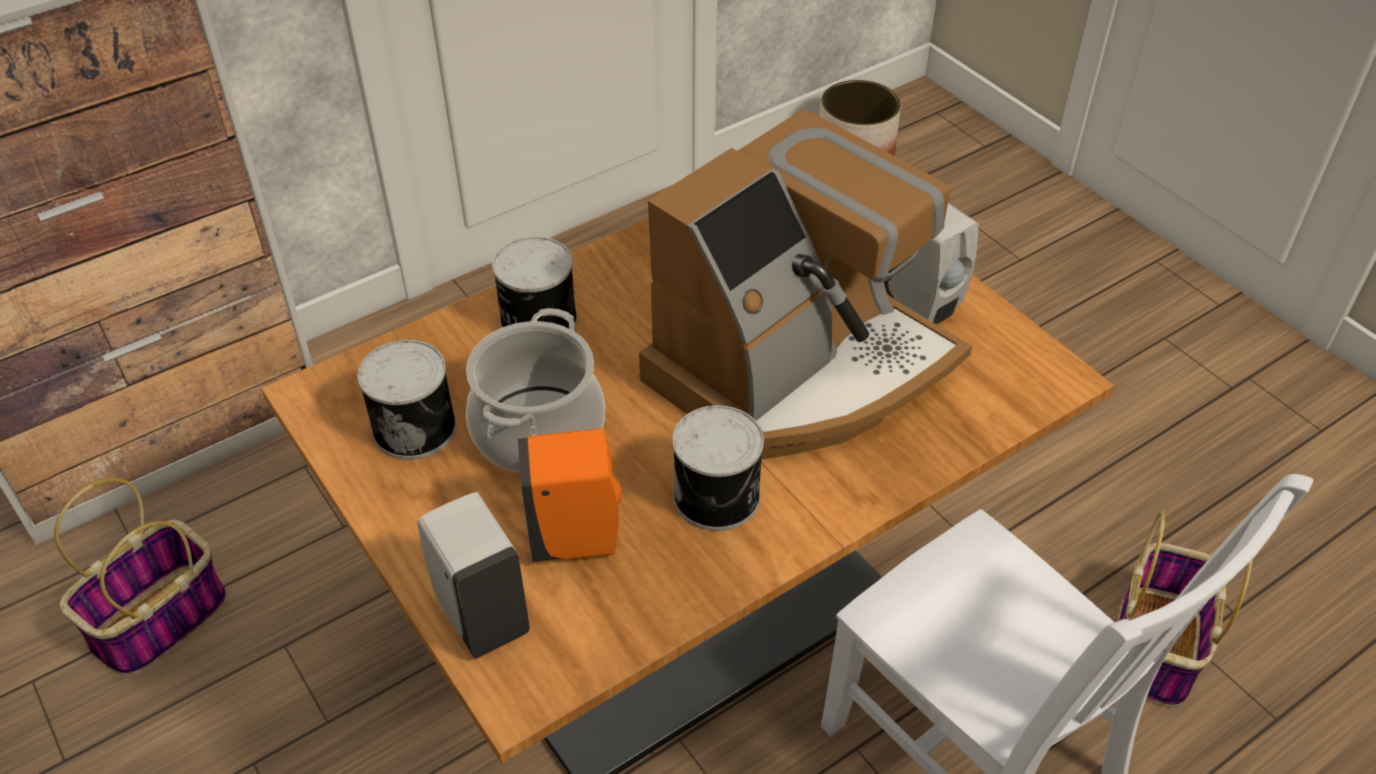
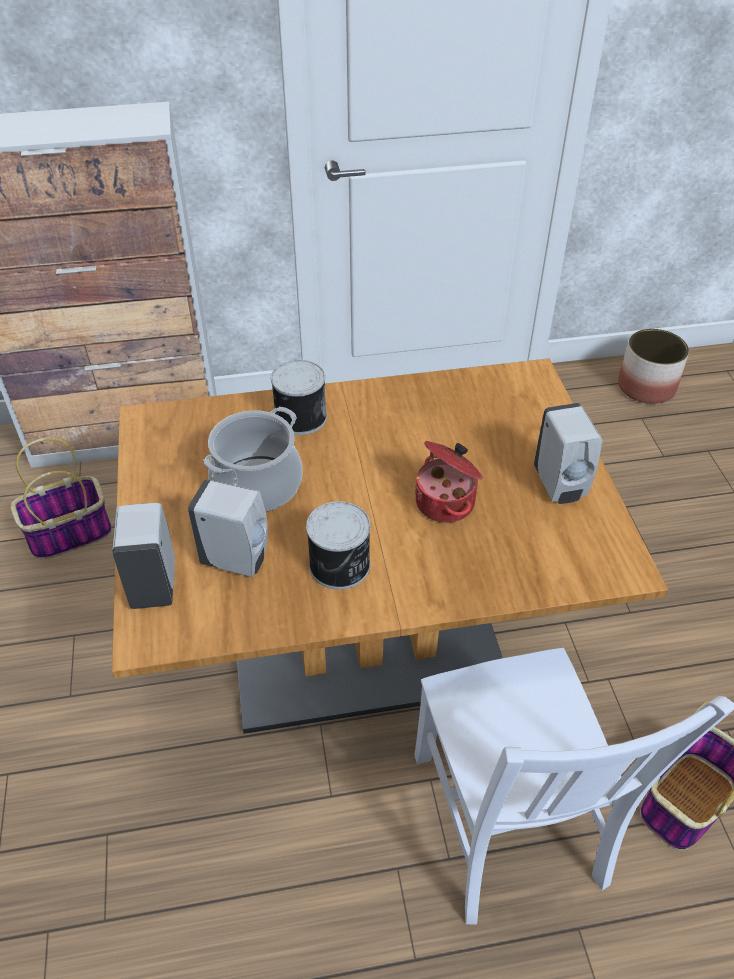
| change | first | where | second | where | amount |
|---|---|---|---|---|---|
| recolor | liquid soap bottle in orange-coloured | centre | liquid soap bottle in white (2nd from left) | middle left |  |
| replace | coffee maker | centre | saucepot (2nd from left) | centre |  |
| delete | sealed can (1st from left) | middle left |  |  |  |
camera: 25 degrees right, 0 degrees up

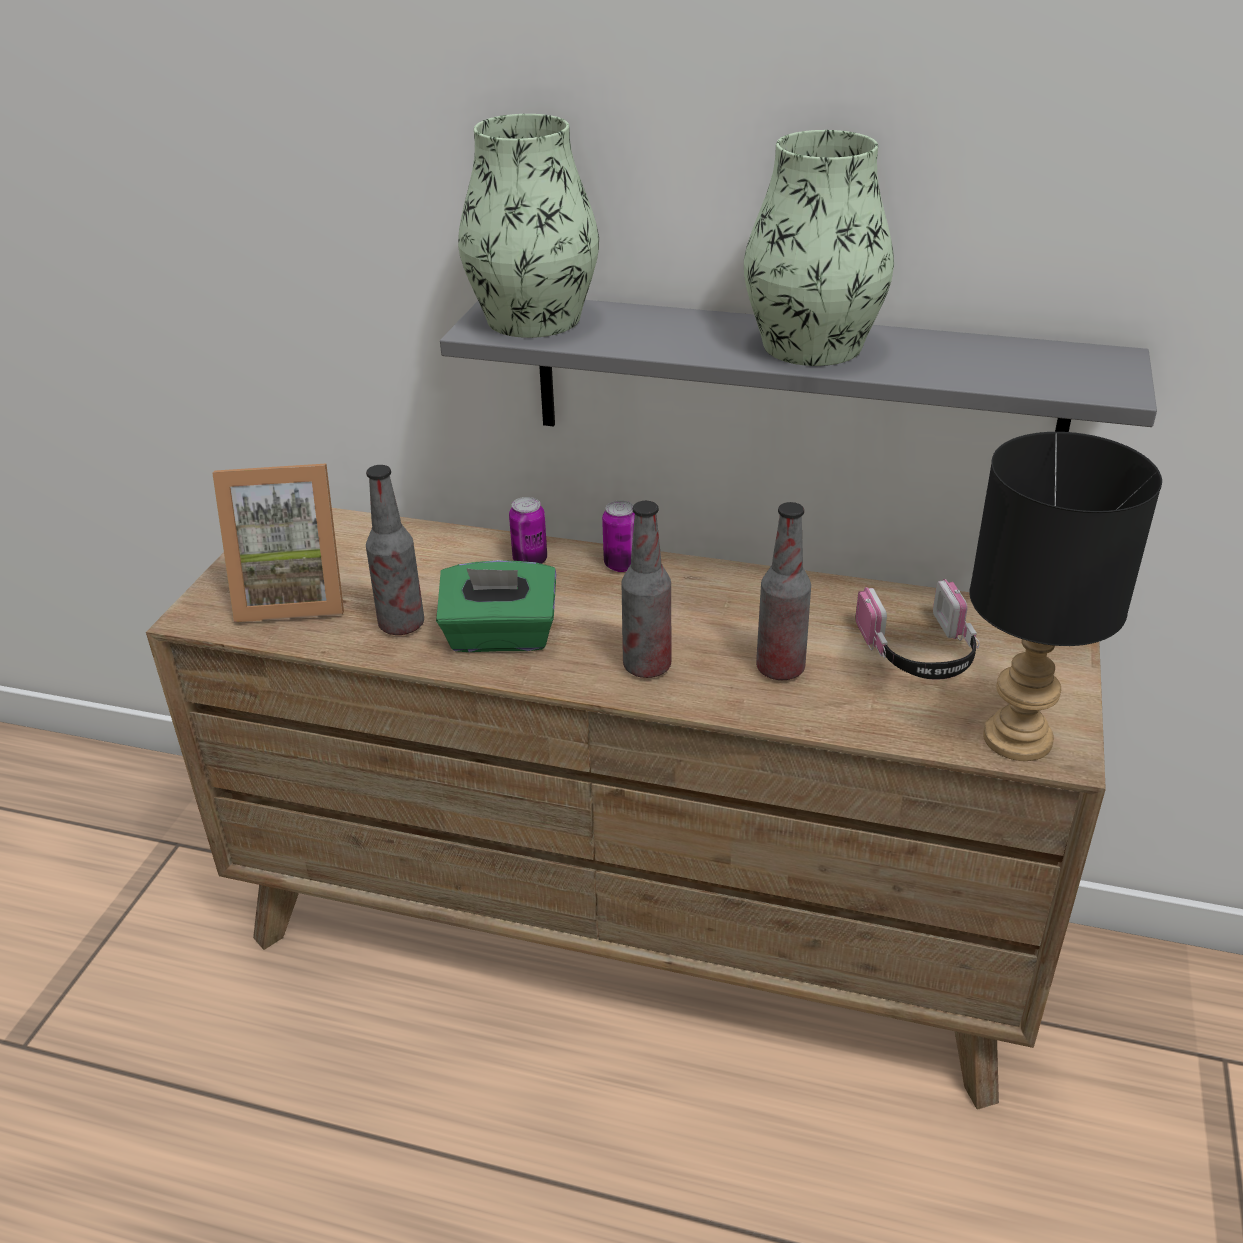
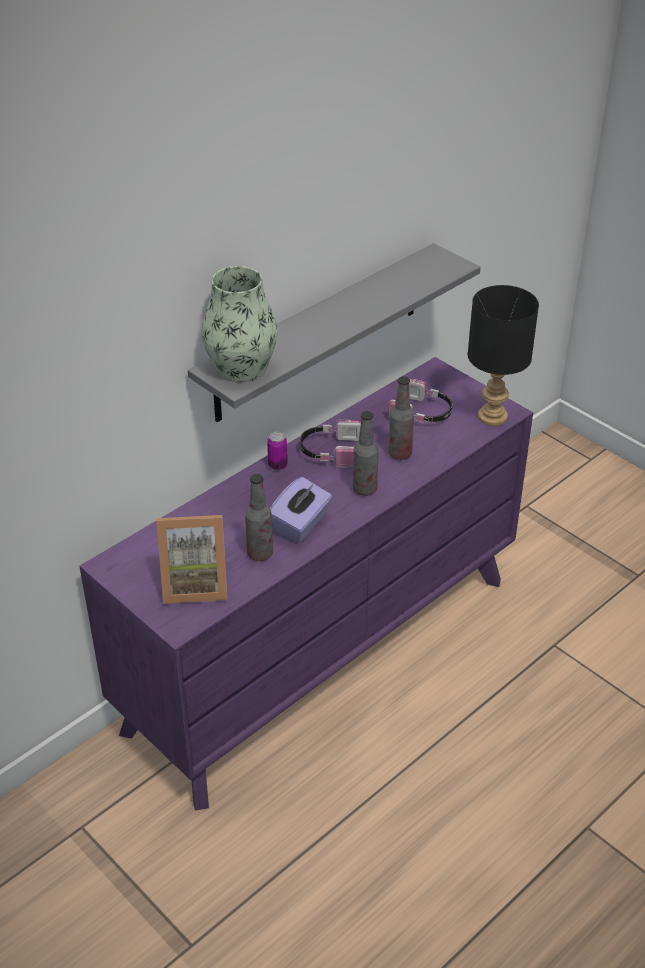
| change | first | where | second | where | amount |
|---|---|---|---|---|---|
| recolor | drawer chest in brownish | centre | drawer chest in purple | centre |  |
| rotate | picture frame | middle left |  | middle left | 60 degrees clockwise |
| recolor | tissue holder in green-coloured | centre | tissue holder in purple | centre |  |
| insert |  |  | headphones (1st from left) | centre |  |
| delete | sealed can (1st from left) | centre |  |  |  |
| delete | flower vase (2nd from left) | top centre |  |  |  |
camera: 60 degrees left, 5 degrees up

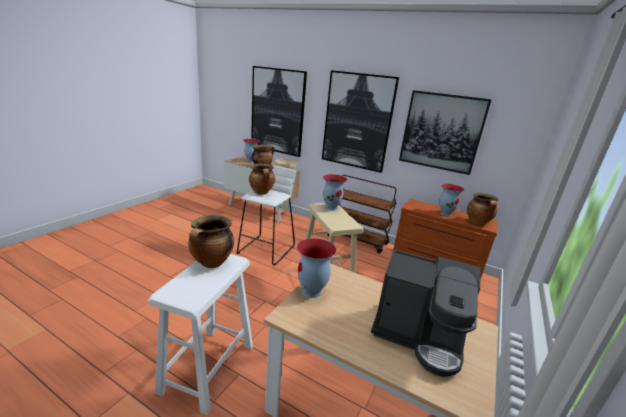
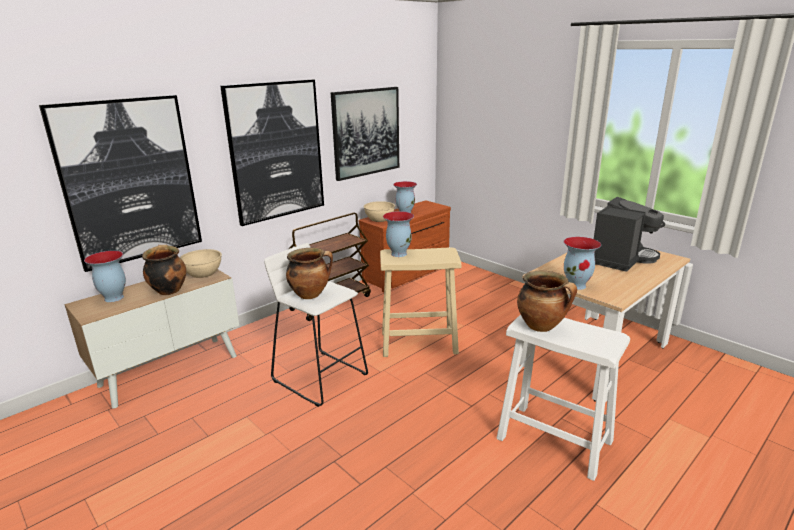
| change | first | where | second | where | amount |
|---|---|---|---|---|---|
| insert |  |  | deep dish in beige (2nd from left) | centre |  |
| delete | saucepot (4th from left) | middle right |  |  |  |
camera: 70 degrees left, 0 degrees up

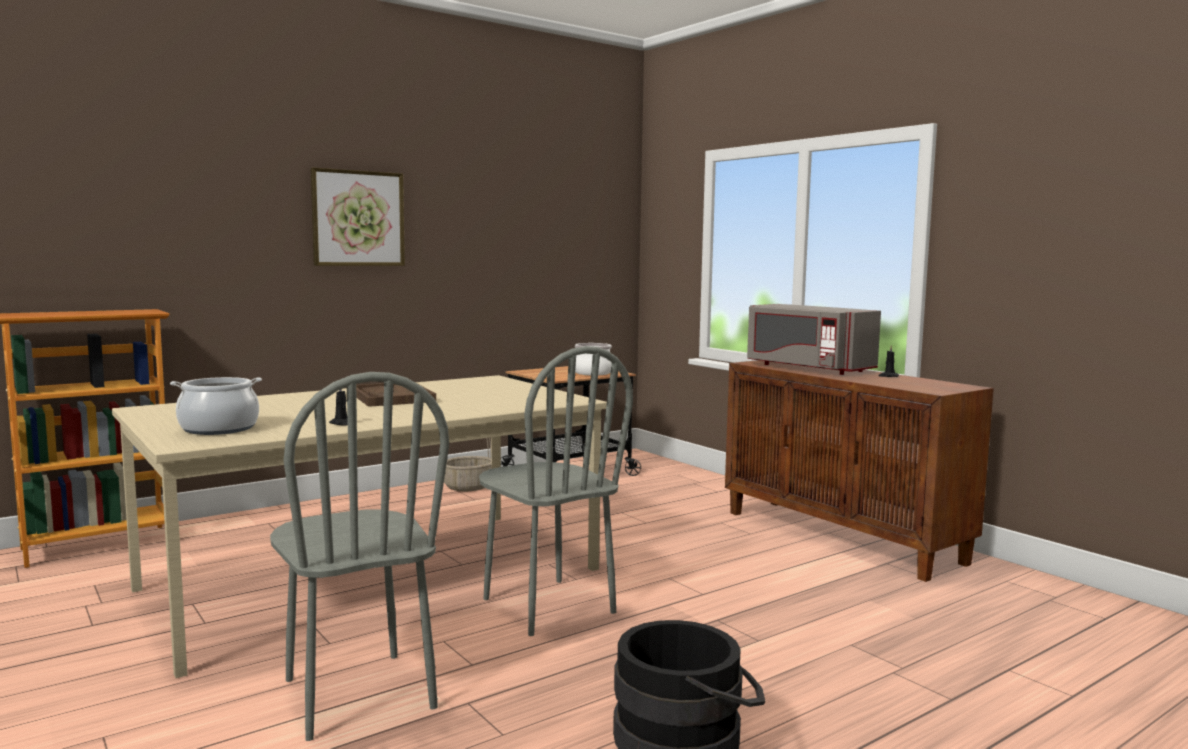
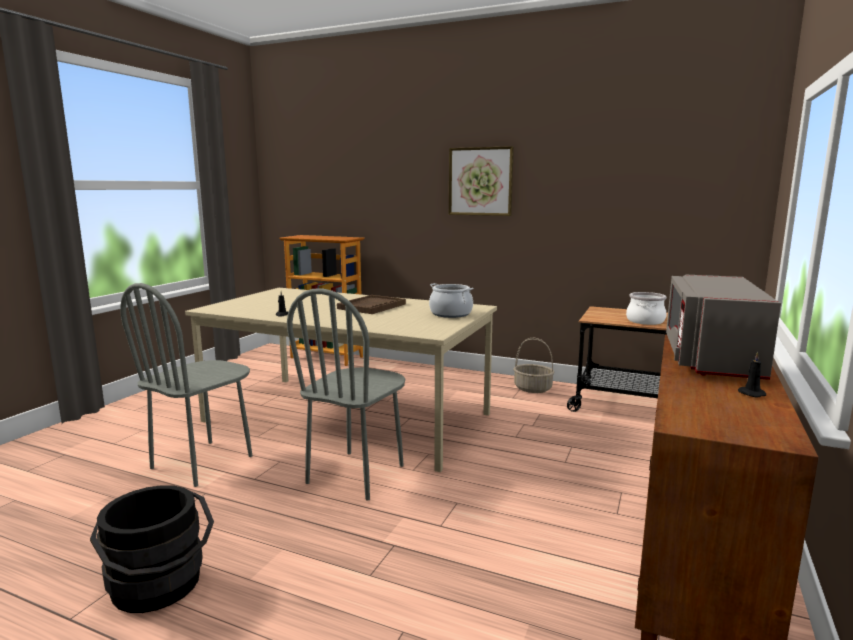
| change | first | where | second | where | amount |
|---|---|---|---|---|---|
| move | saucepot (1st from left) | middle left |  | centre |  |
camera: 60 degrees right, 5 degrees up

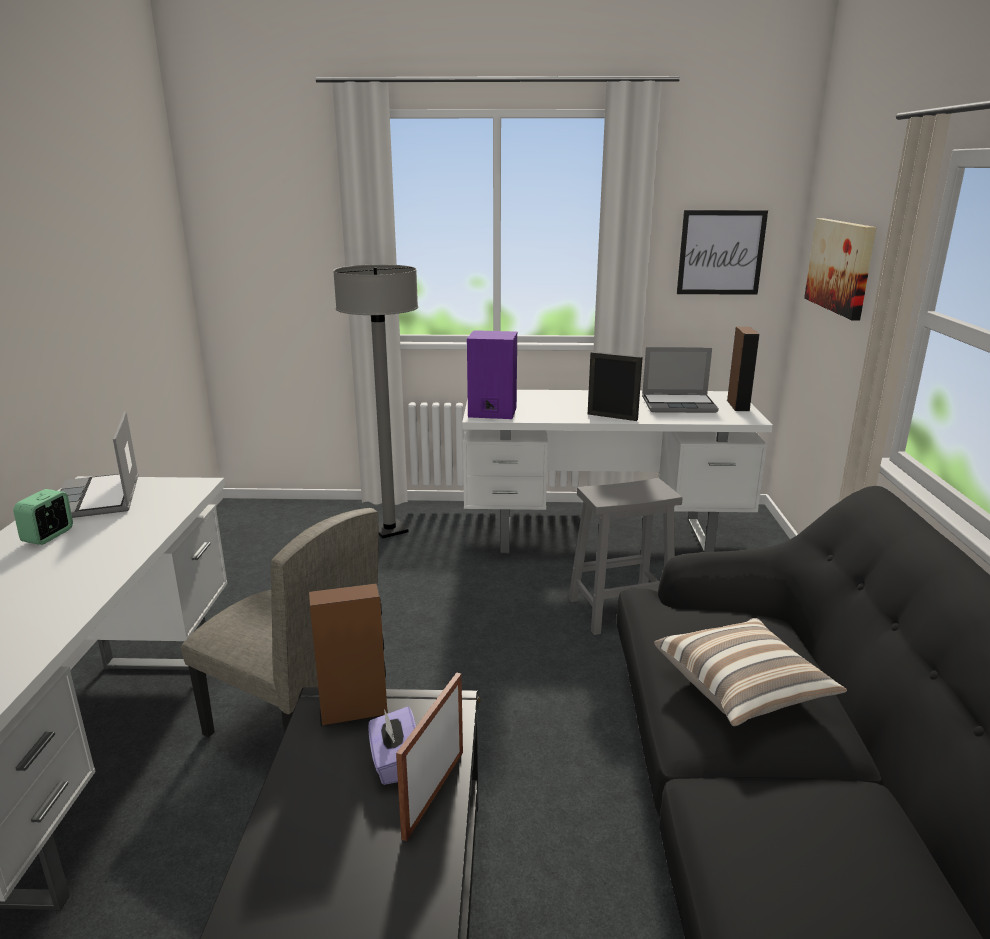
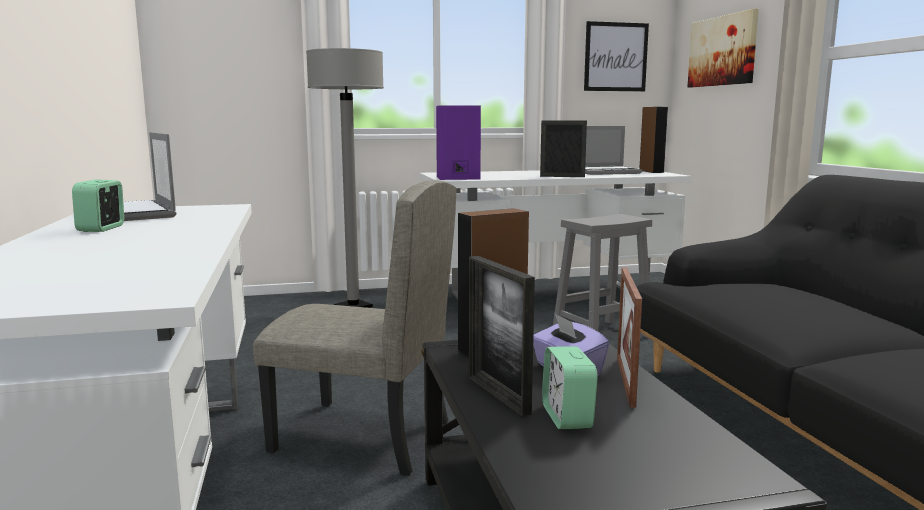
| change | first | where | second | where | amount |
|---|---|---|---|---|---|
| insert |  |  | picture frame (1st from left) | centre |  |
| insert |  |  | bedside clock (2nd from left) | bottom centre |  |
| delete | throw pillow | bottom right |  |  |  |
camera: 15 degrees left, 10 degrees down

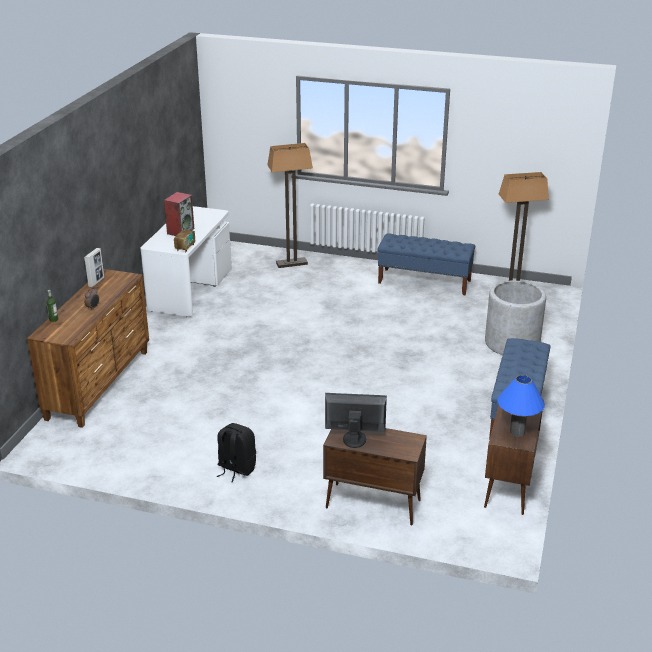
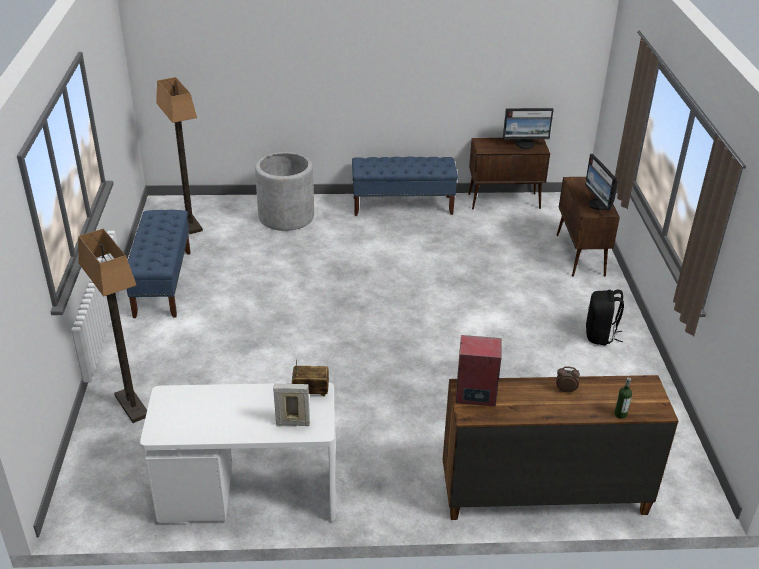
| change | first | where | second | where | amount |
|---|---|---|---|---|---|
| move | picture frame | middle left |  | bottom centre |  |
| move | audio speaker | top left |  | centre |  |
| replace | tabletop lamp in blue-coloured | middle right | monitor (1st from left) | top right |  |
camera: 110 degrees left, 5 degrees up

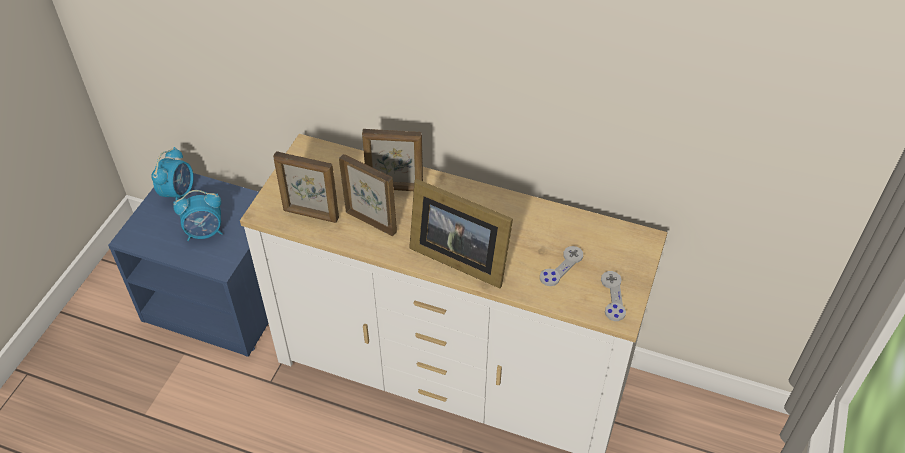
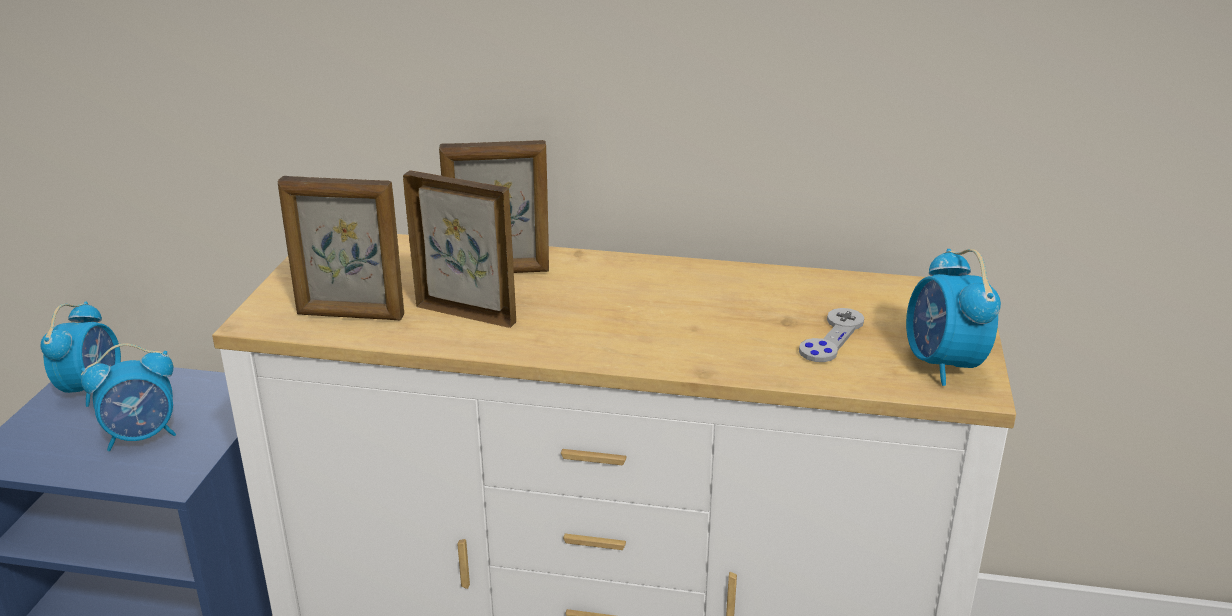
| change | first | where | second | where | amount |
|---|---|---|---|---|---|
| replace | gamepad in grey (2nd from left) | middle right | bedside clock (3rd from left) | middle right |  |
| delete | picture frame (4th from left) | centre |  |  |  |
camera: 10 degrees left, 20 degrees down

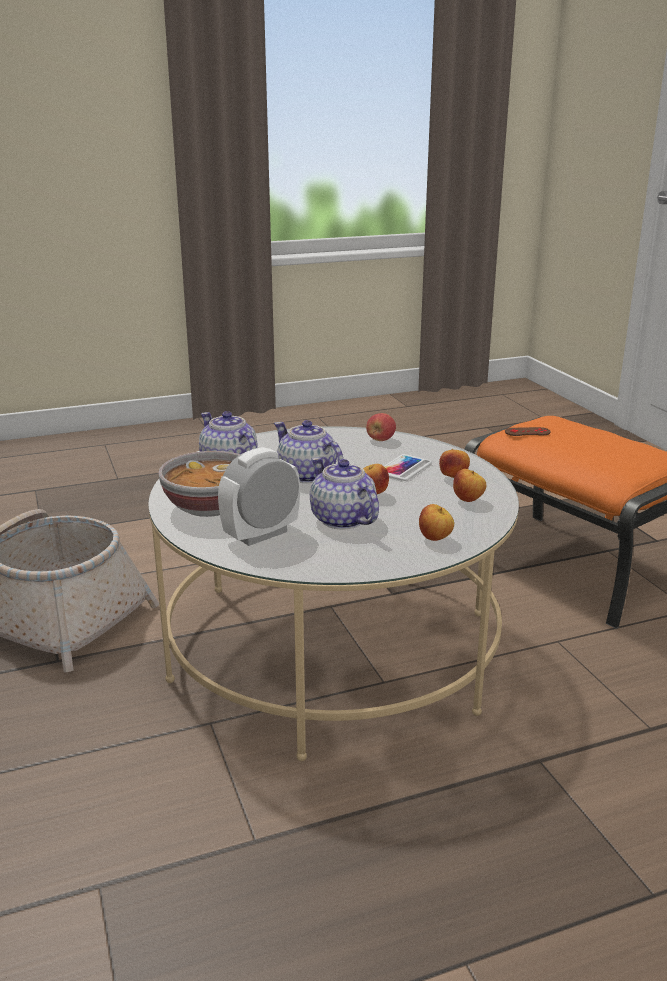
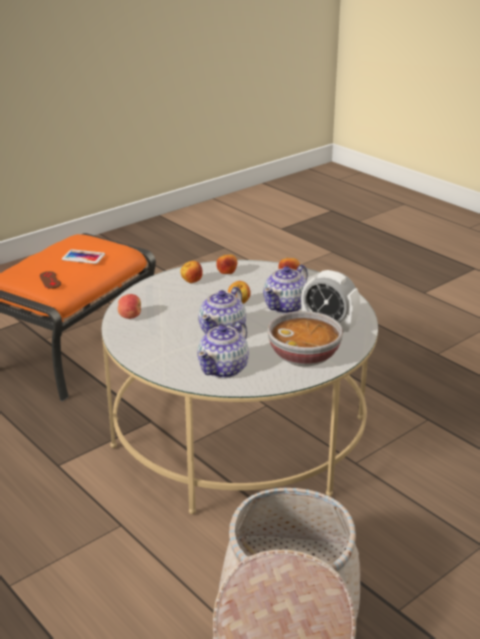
| change | first | where | second | where | amount |
|---|---|---|---|---|---|
| move | telephone | centre |  | middle left |  |
camera: 110 degrees left, 5 degrees up

